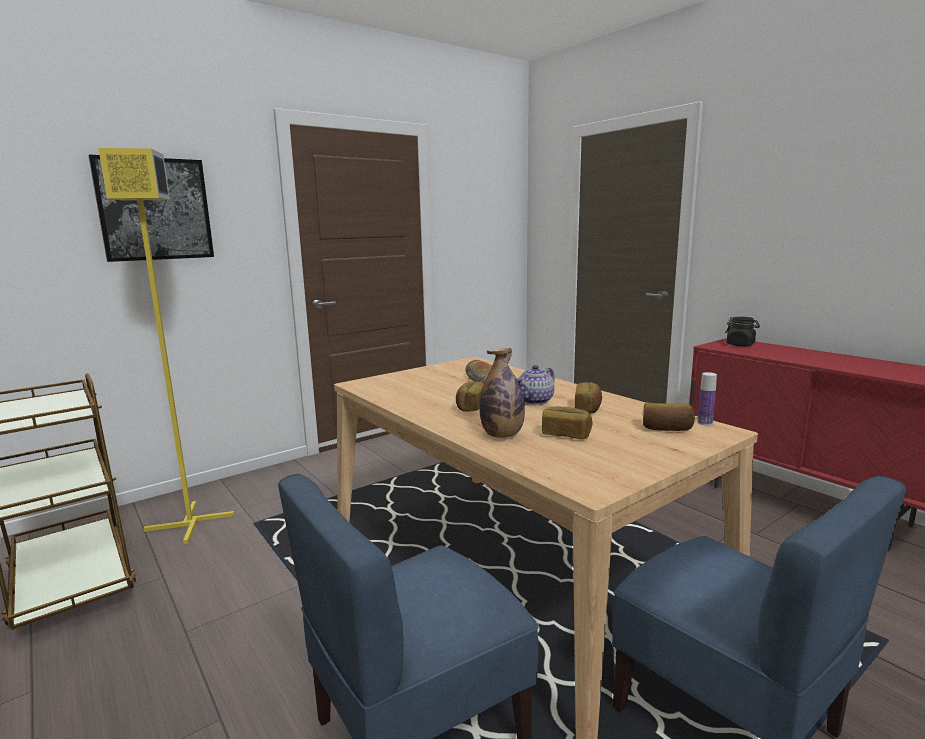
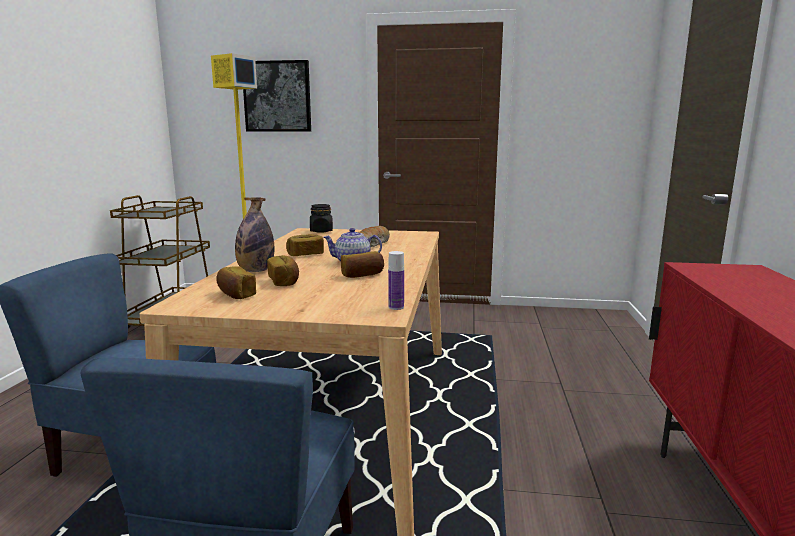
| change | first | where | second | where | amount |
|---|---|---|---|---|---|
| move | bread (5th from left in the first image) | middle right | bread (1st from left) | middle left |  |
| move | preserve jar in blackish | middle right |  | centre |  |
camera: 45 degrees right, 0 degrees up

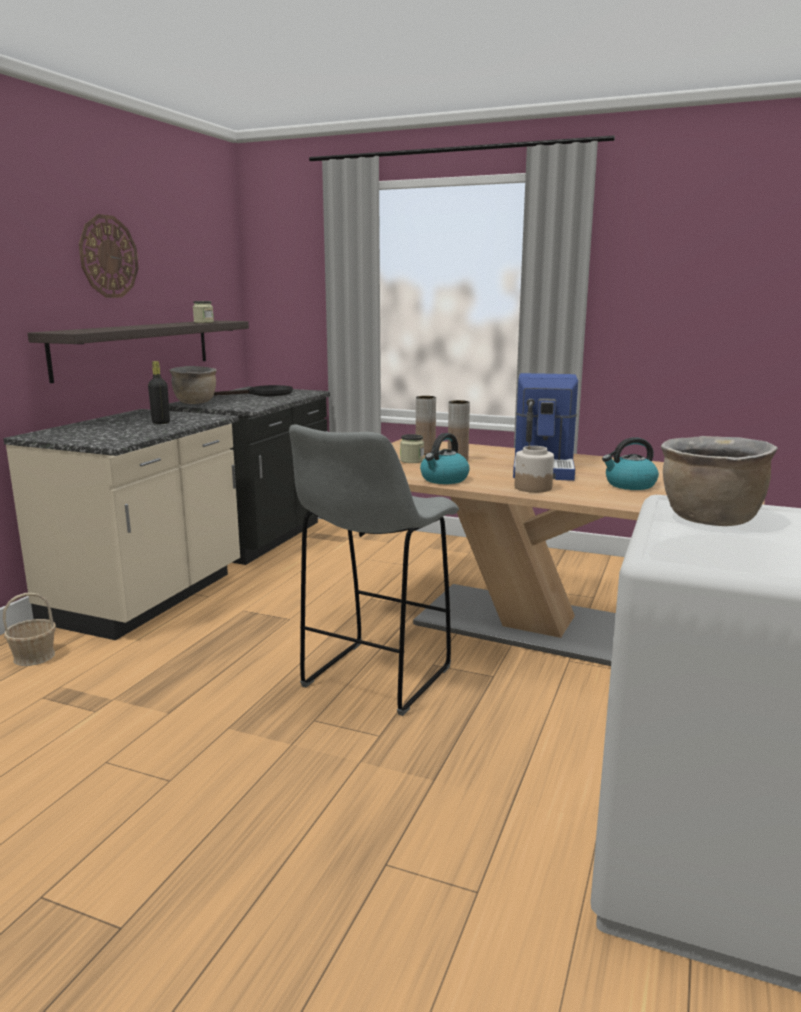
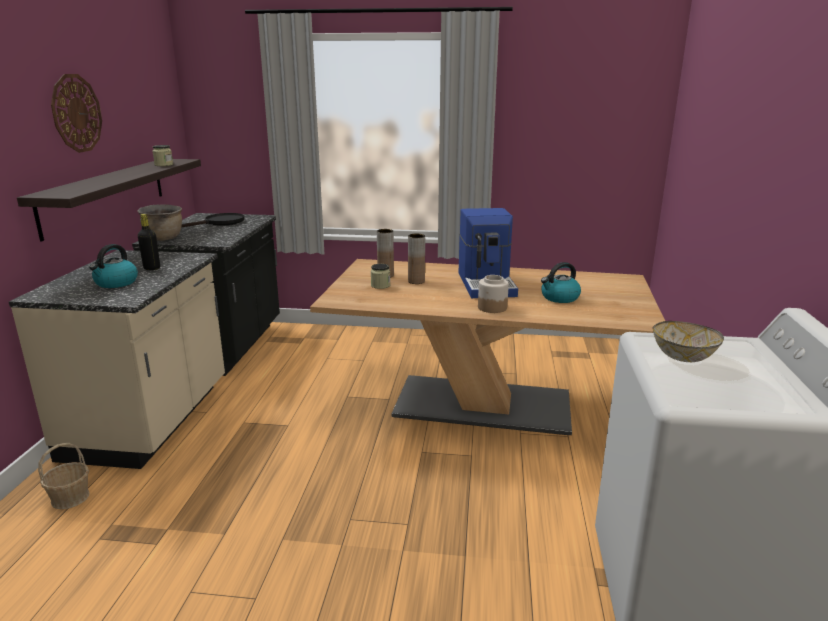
| change | first | where | second | where | amount |
|---|---|---|---|---|---|
| move | tea kettle (1st from left) | centre |  | middle left |  |
| replace | saucepot in brownish (2nd from left) | middle right | deep dish | middle right |  |
| delete | stool in grey | centre |  |  |  |
camera: 15 degrees left, 5 degrees up

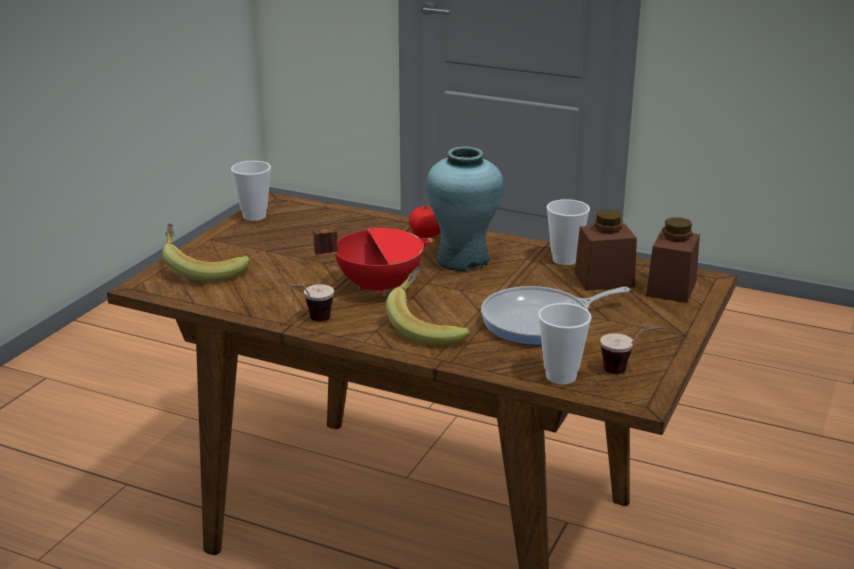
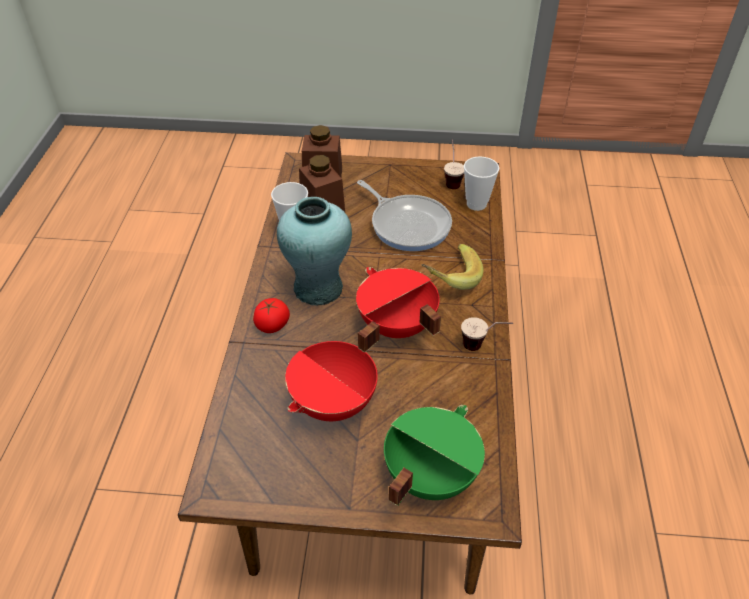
| change | first | where | second | where | amount |
|---|---|---|---|---|---|
| insert |  |  | saucepot in reddish (1st from left) | centre |  |
| replace | whole banana (1st from left) | middle left | saucepot in green-coloured | bottom centre |  |
| delete | small cup (1st from left) | middle left |  |  |  |
camera: 110 degrees left, 20 degrees up

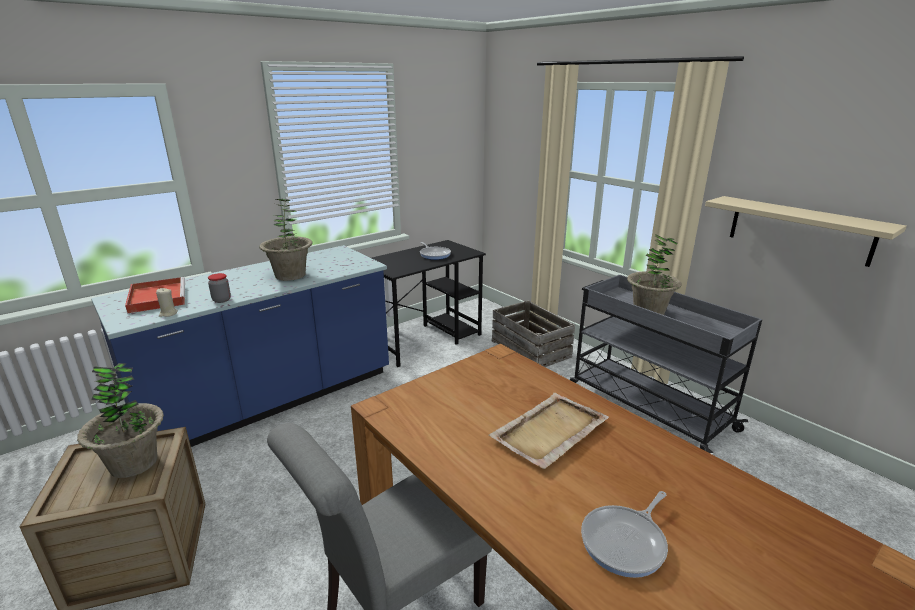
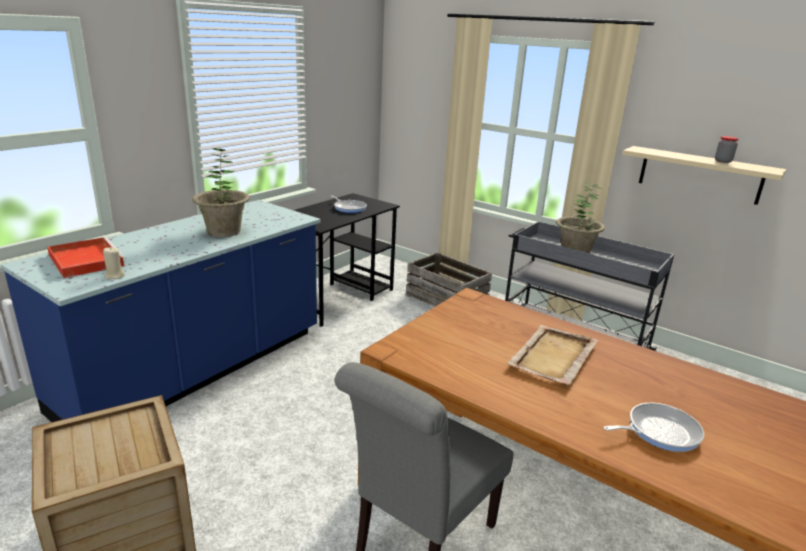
| change | first | where | second | where | amount |
|---|---|---|---|---|---|
| rotate | pan (2nd from left) | bottom right |  | bottom right | 135 degrees counterclockwise |
| move | preserve jar | middle left |  | top right |  |
| delete | potted plant (1st from left) | bottom left |  |  |  |
camera: 15 degrees left, 0 degrees up

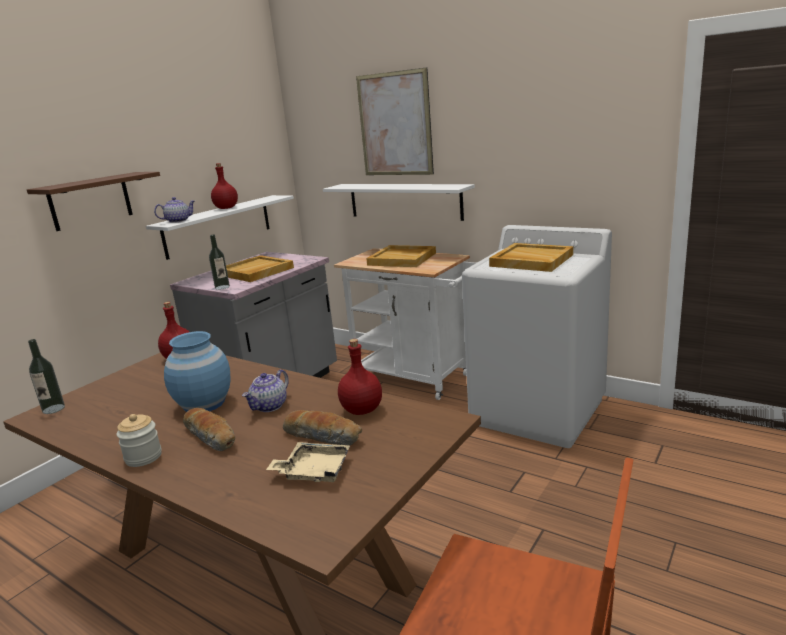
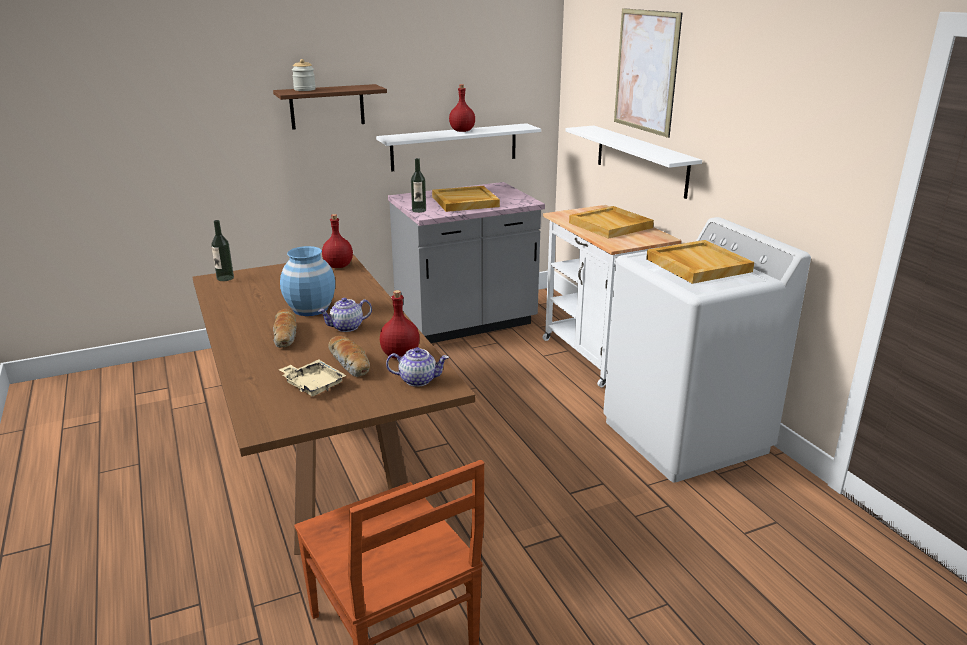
| change | first | where | second | where | amount |
|---|---|---|---|---|---|
| move | preserve jar | bottom left |  | top left |  |
| move | tea pot (1st from left in the first image) | top left | tea pot (2nd from left) | centre |  |
camera: 30 degrees right, 5 degrees up

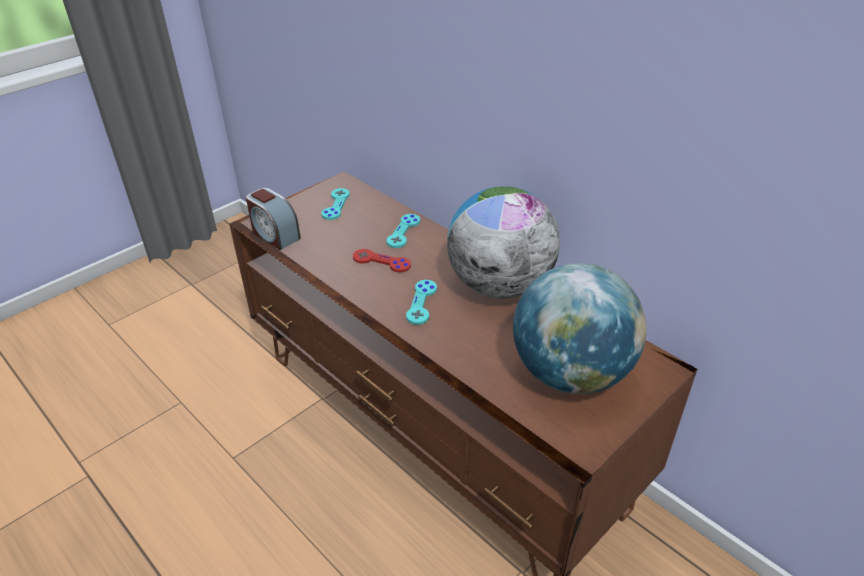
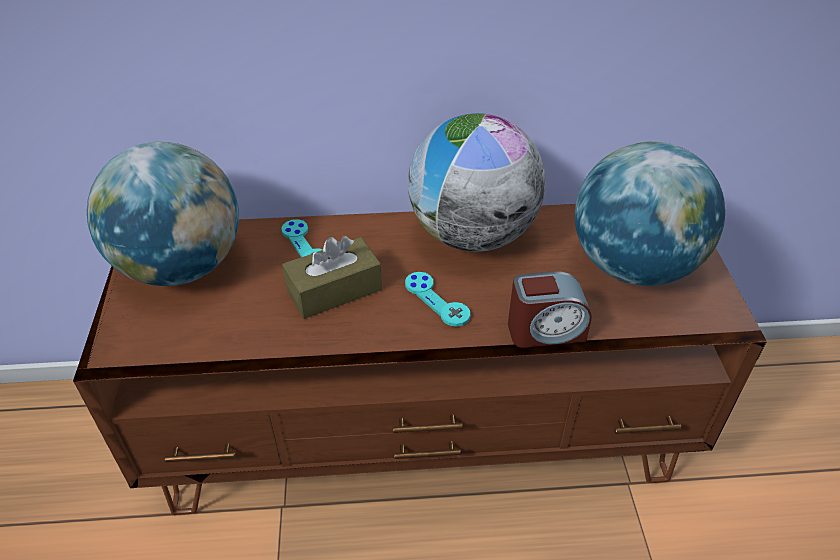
| change | first | where | second | where | amount |
|---|---|---|---|---|---|
| replace | gamepad in turquoise-coloured (1st from left) | centre | world globe (1st from left) | middle left |  |
| replace | gamepad in reddish | centre | tissue holder in brownish | centre |  |
| move | bedside clock | middle left |  | centre |  |
camera: 50 degrees left, 5 degrees up

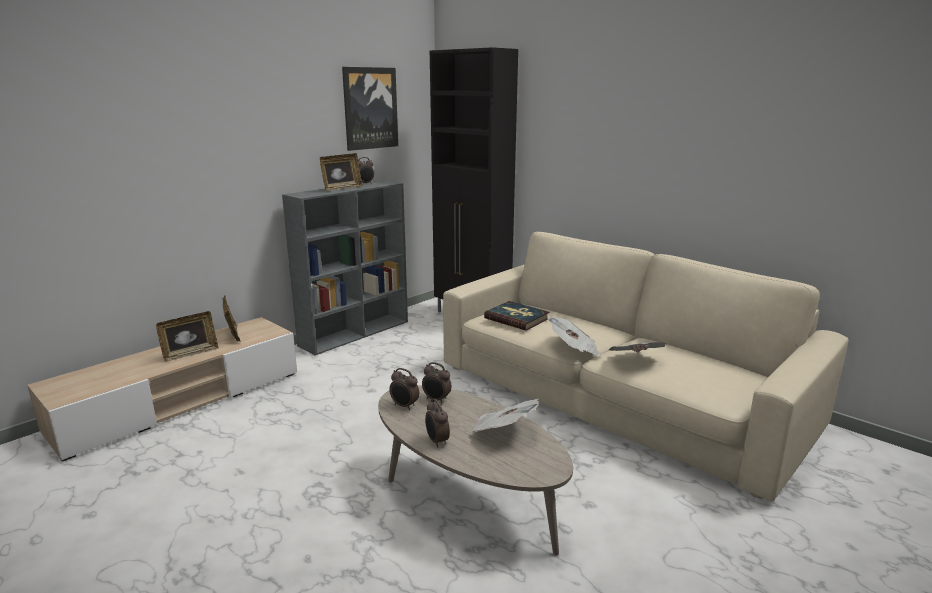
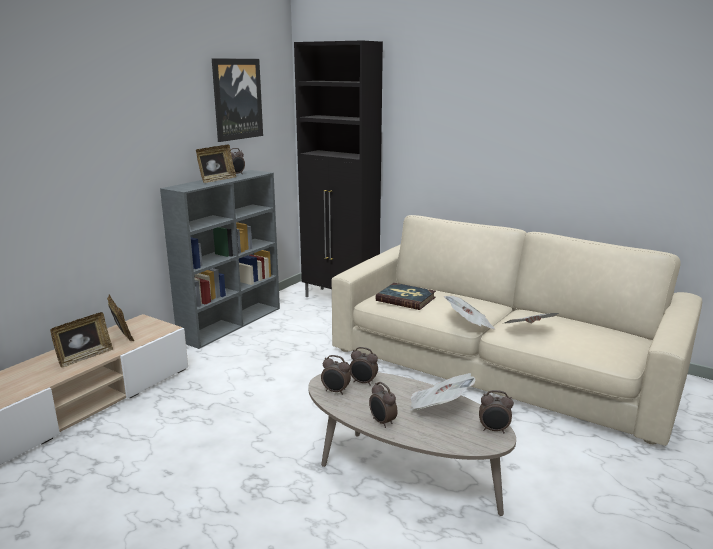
| change | first | where | second | where | amount |
|---|---|---|---|---|---|
| insert |  |  | bedside clock (5th from left) | bottom right |  |
camera: 10 degrees left, 0 degrees up

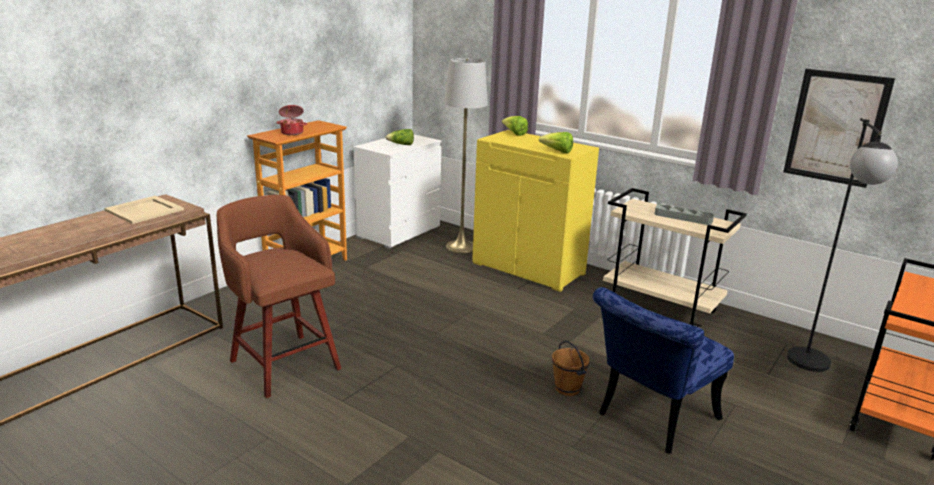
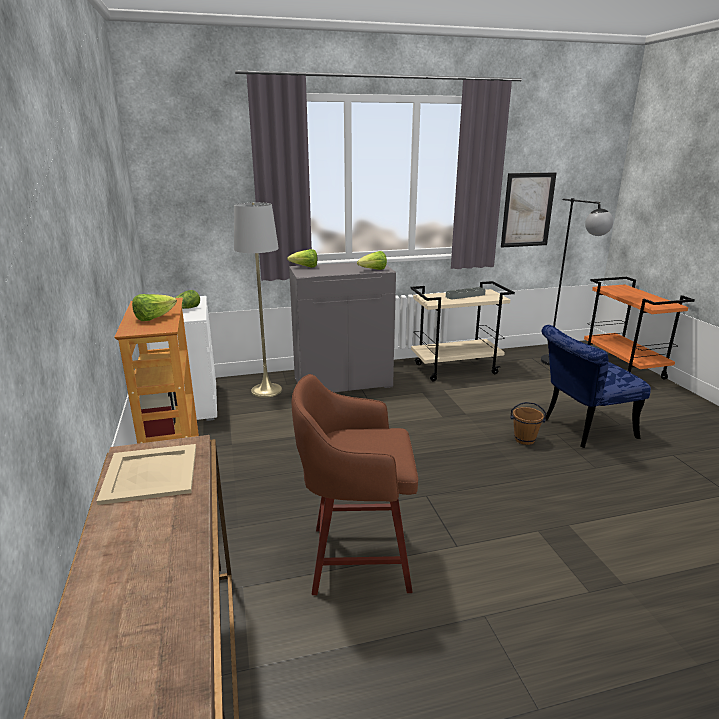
| change | first | where | second | where | amount |
|---|---|---|---|---|---|
| replace | saucepot | top left | lettuce (1st from left) | middle left |  |
| recolor | cabinet in yellow-coloured | centre | cabinet in grey | centre |  |
| rotate | plain chair in blue-coloured | bottom right |  | middle right | 75 degrees clockwise |
camera: 50 degrees left, 0 degrees up

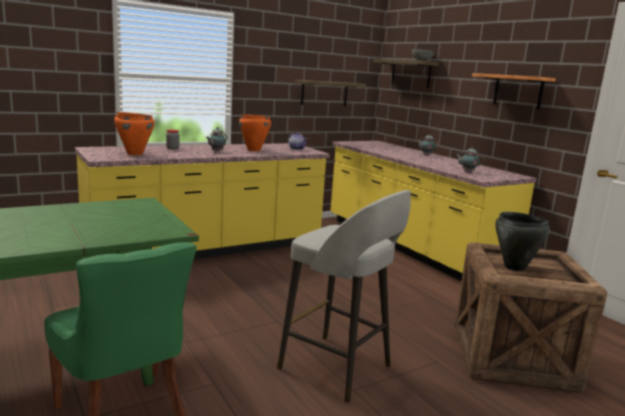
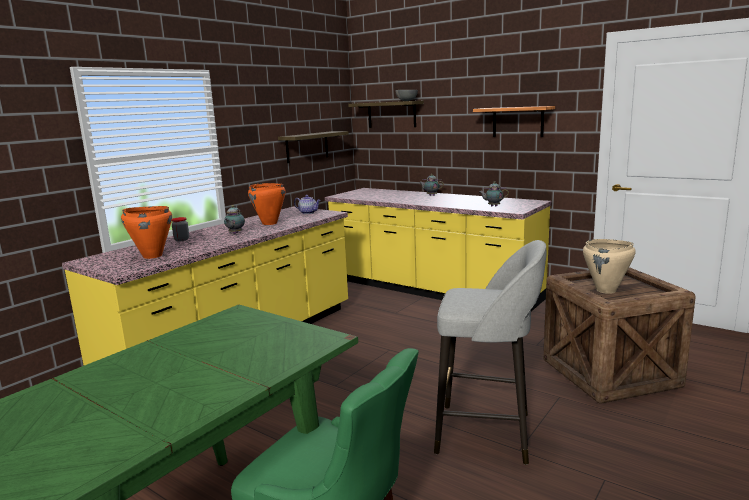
| change | first | where | second | where | amount |
|---|---|---|---|---|---|
| recolor | saucepot in blackish | middle right | saucepot in beige | middle right |  |
camera: 20 degrees left, 0 degrees up

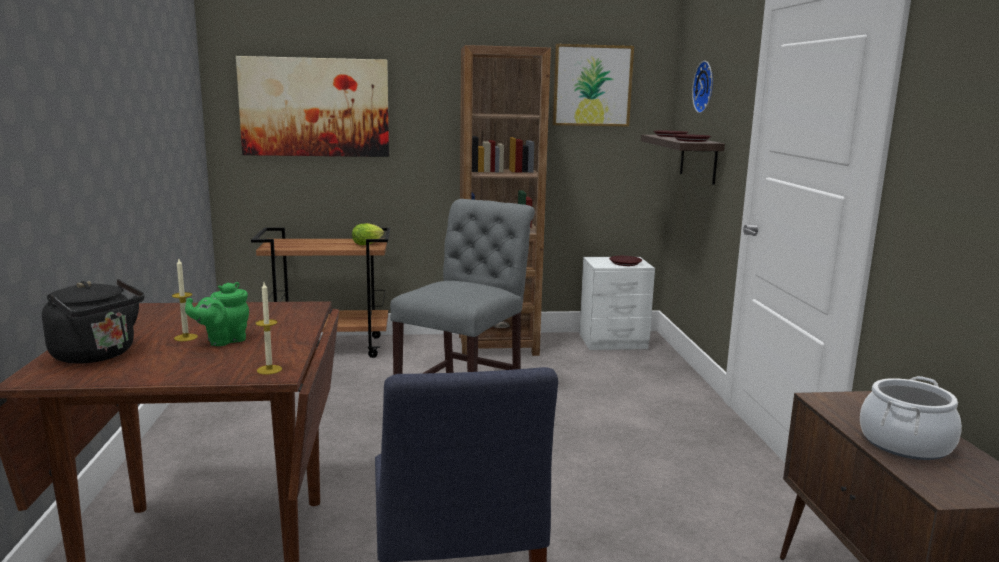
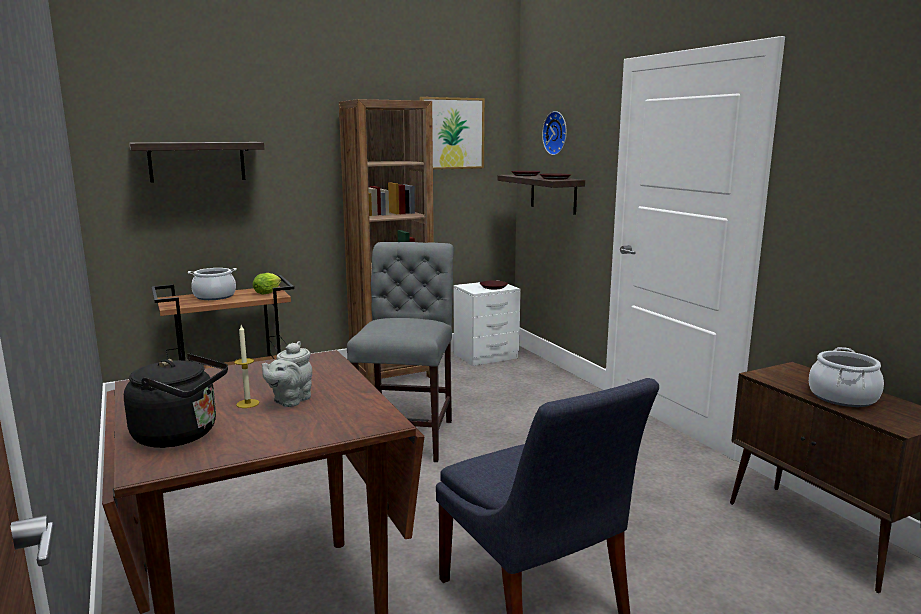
| change | first | where | second | where | amount |
|---|---|---|---|---|---|
| replace | wall picture (1st from left) | top left | wall shelf (1st from left) | top left |  |
| insert |  |  | saucepot (1st from left) | middle left |  |
| recolor | tea pot in green-coloured | middle left | tea pot in grey | middle left |  |
| delete | candle (2nd from left) | middle left |  |  |  |
camera: 20 degrees left, 0 degrees up

